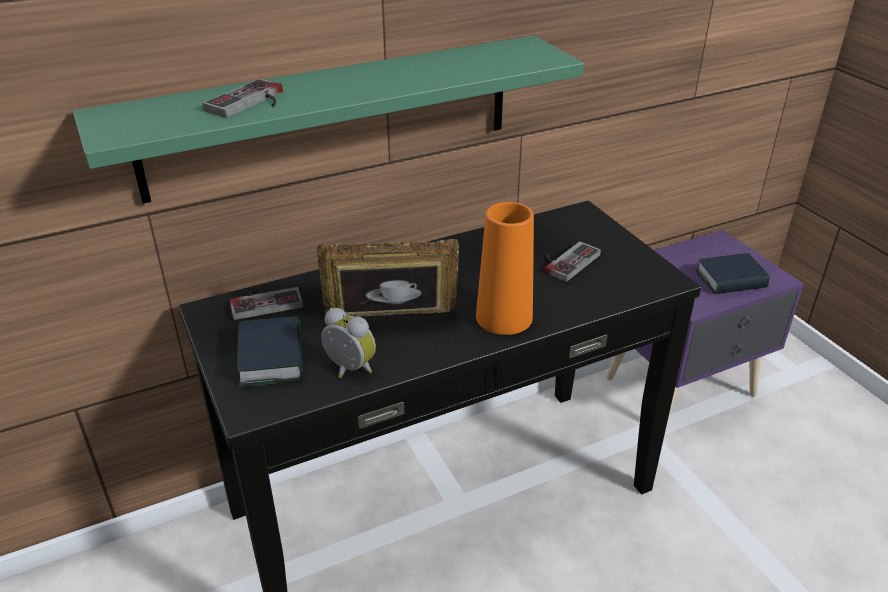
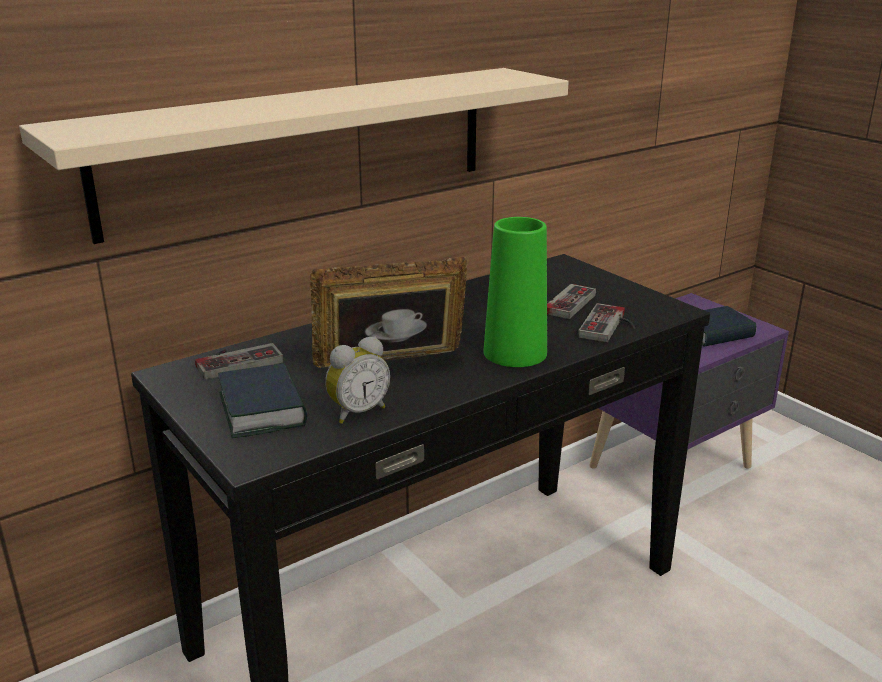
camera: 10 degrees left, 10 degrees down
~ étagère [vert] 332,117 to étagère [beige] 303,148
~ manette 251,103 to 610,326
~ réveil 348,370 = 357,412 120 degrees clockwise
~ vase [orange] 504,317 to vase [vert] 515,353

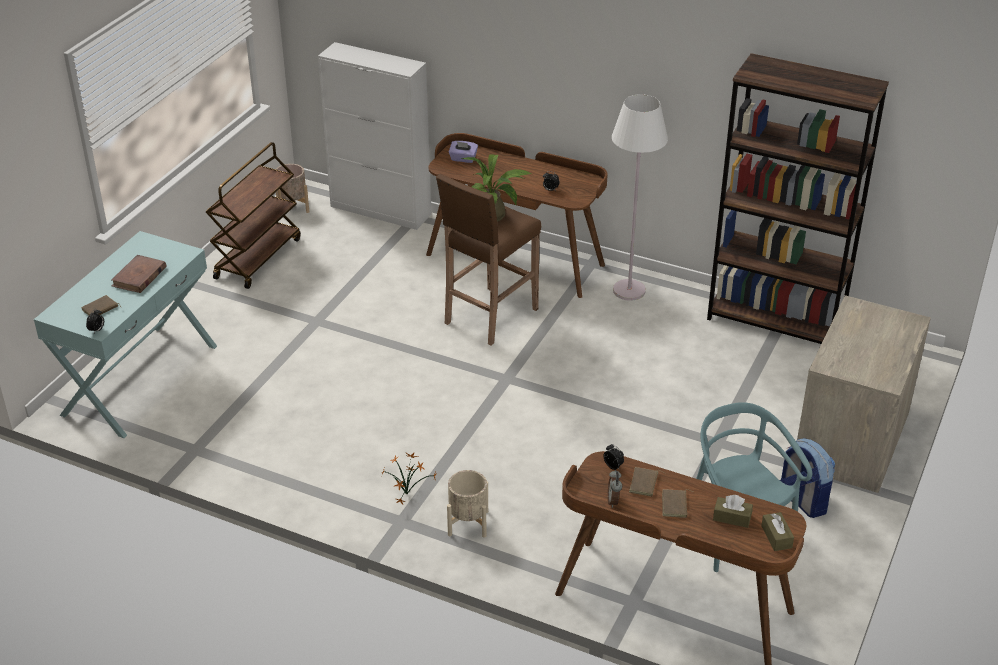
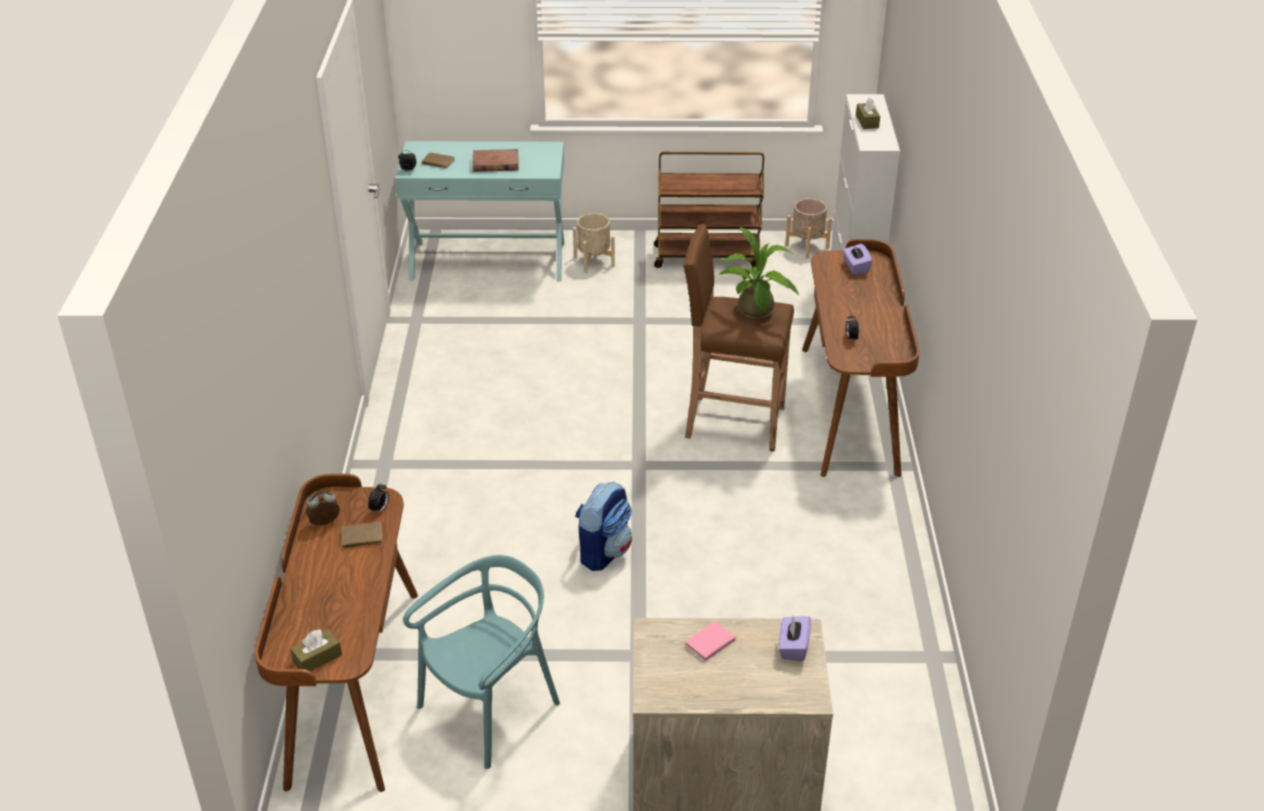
camera: 65 degrees right, 0 degrees up
- plante en pot 407,494
~ cache-pot [beige] 468,523 to 594,262
- lampadaire [blanc] 629,290
- livre [marron] 675,505
- bibliothèque [marron] 775,321
~ boîte à mouchoirs [marron] 732,517 to 867,121
~ sac à dos 801,501 to 604,551
+ livre [rose] 711,644
+ boîte à mouchoirs [violet] 793,647

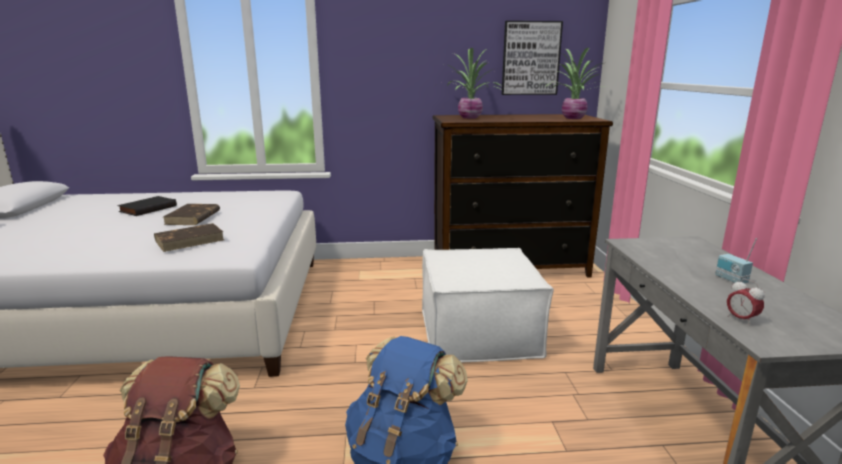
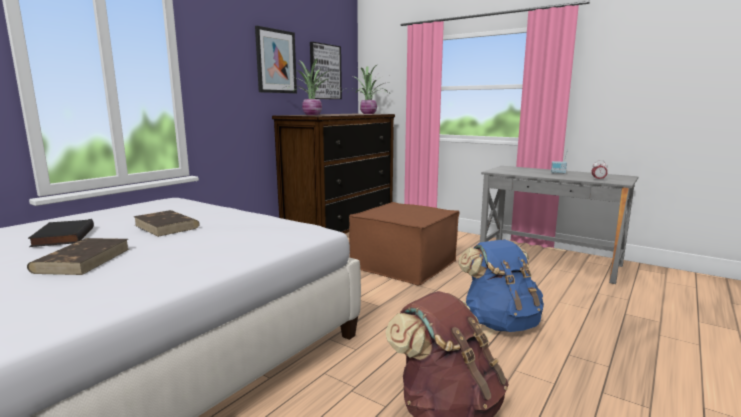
camera: 50 degrees left, 5 degrees down
~ livre [marron] 190,240 to 83,260
~ pouf [blanc] 478,333 to pouf [marron] 403,264
+ tableau 276,61

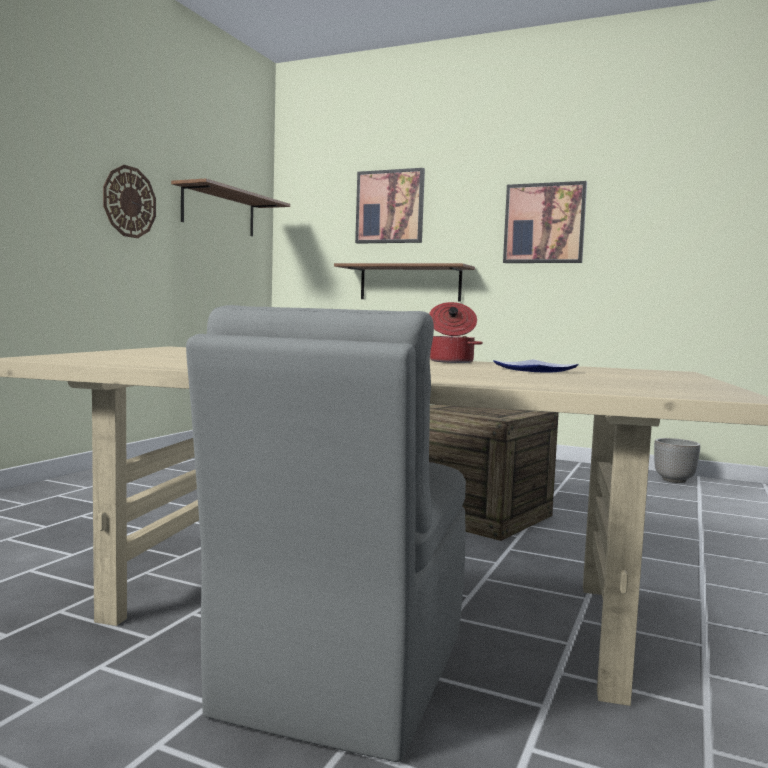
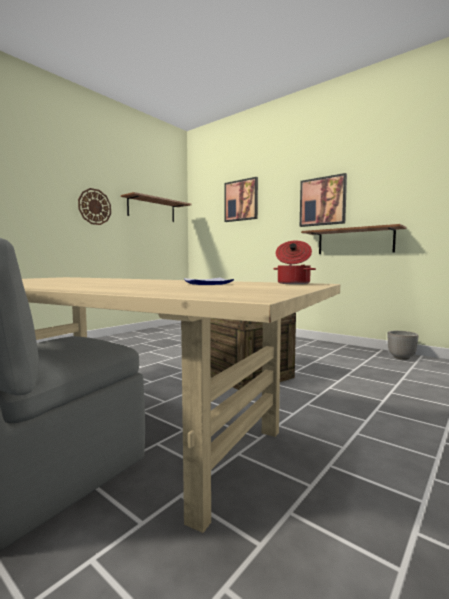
camera: 15 degrees right, 0 degrees up
~ étagère 410,283 to 354,241
~ marmite 450,361 to 293,283

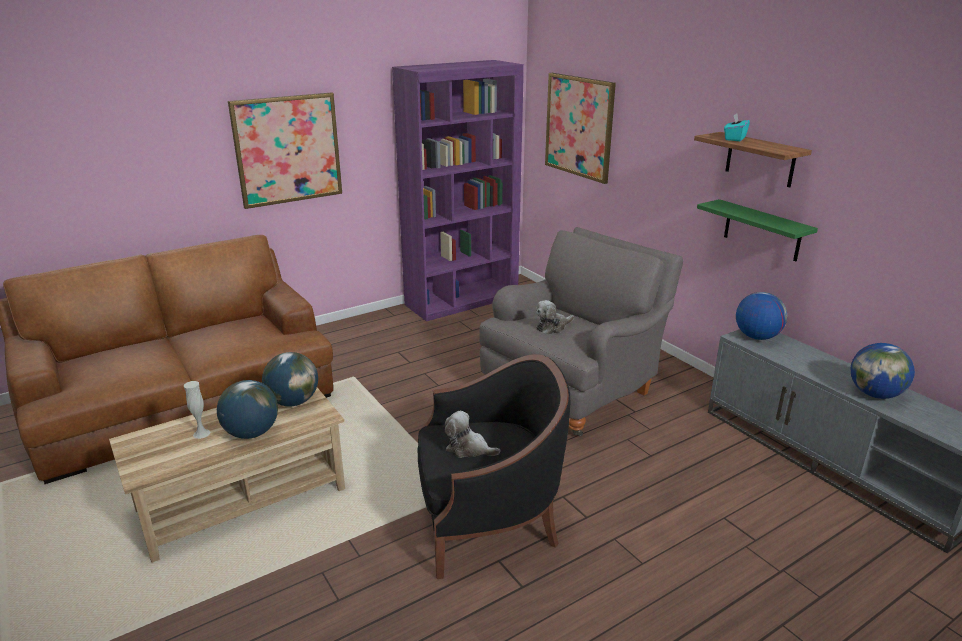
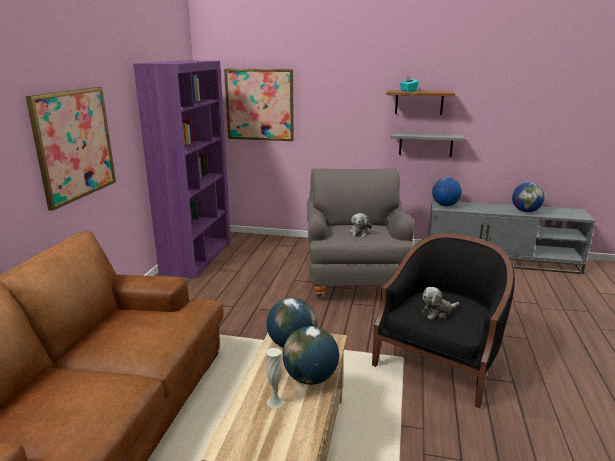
camera: 45 degrees left, 5 degrees down
~ étagère [vert] 762,230 to étagère [gris] 425,144

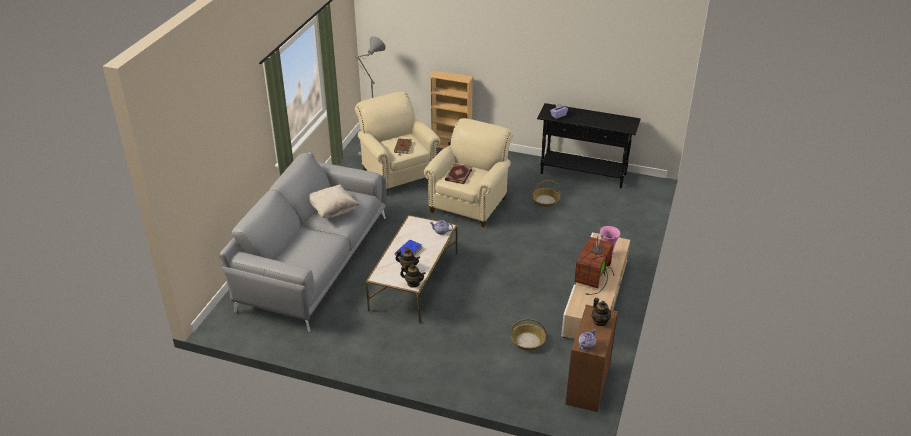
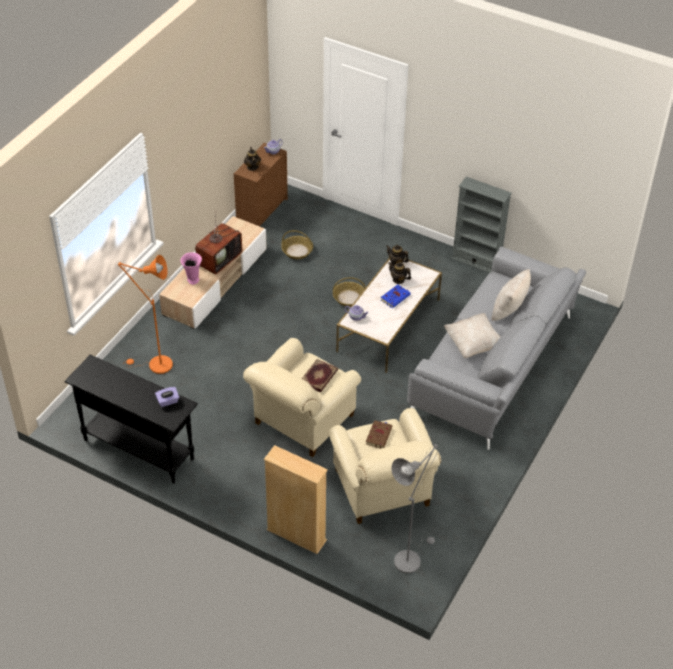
camera: 170 degrees left, 10 degrees up
~ panier 545,201 to 349,297
+ lampadaire [orange] 155,365
+ bibliothèque [gris] 476,262
+ coussin [beige] 509,310

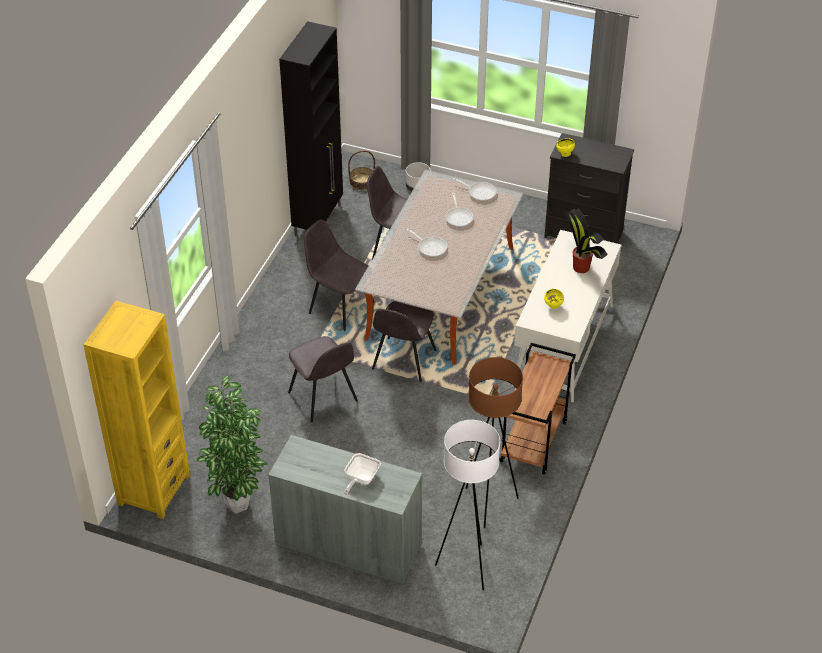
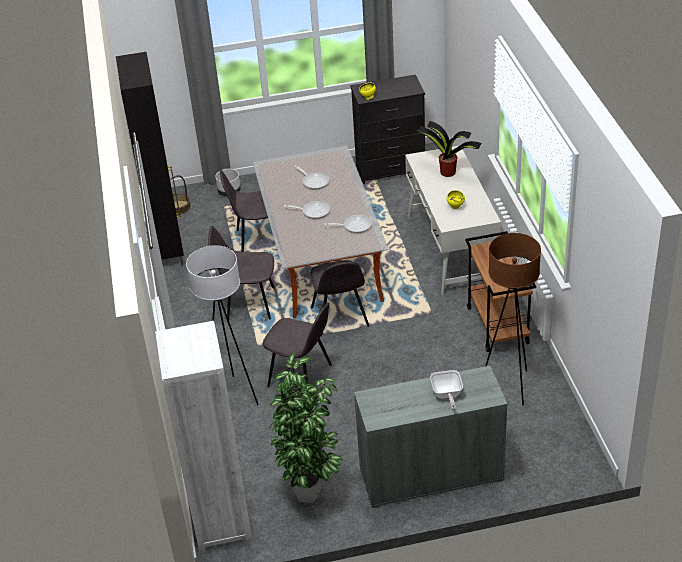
camera: 30 degrees left, 5 degrees down
~ bibliothèque [jaune] 153,489 to bibliothèque [blanc] 221,522
~ lampadaire [blanc] 466,567 to 233,396
~ poêle 479,192 to 354,226

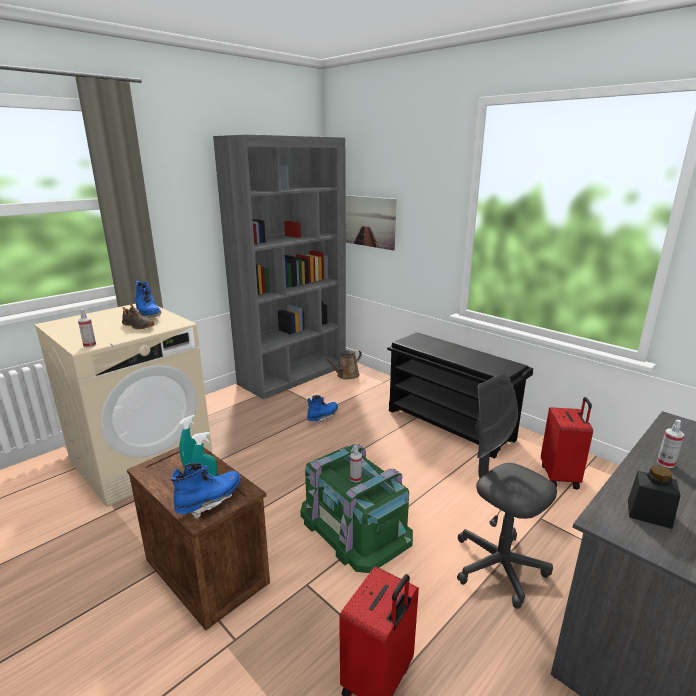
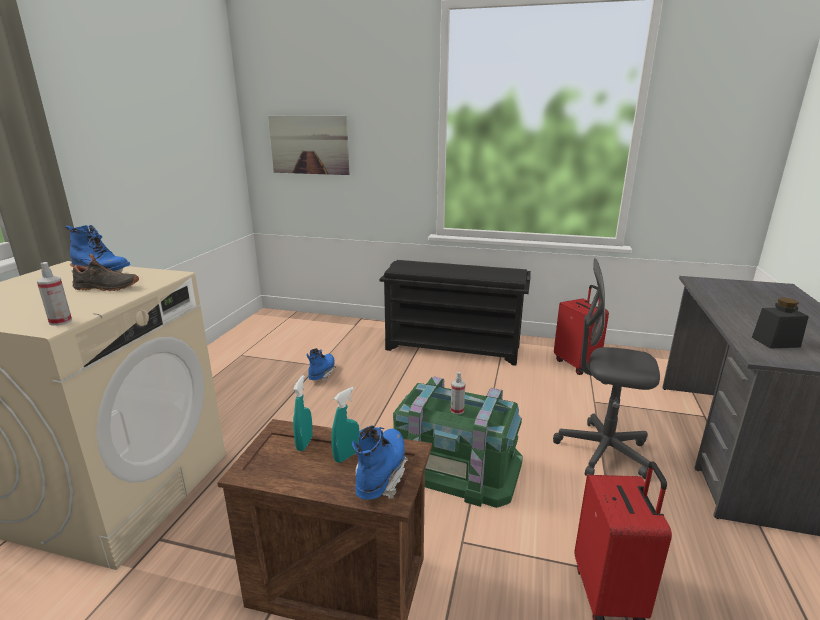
camera: 30 degrees left, 0 degrees up
- bibliothèque [gris] 293,375
- arrosoir [marron] 346,375
- vaporisateur 665,463

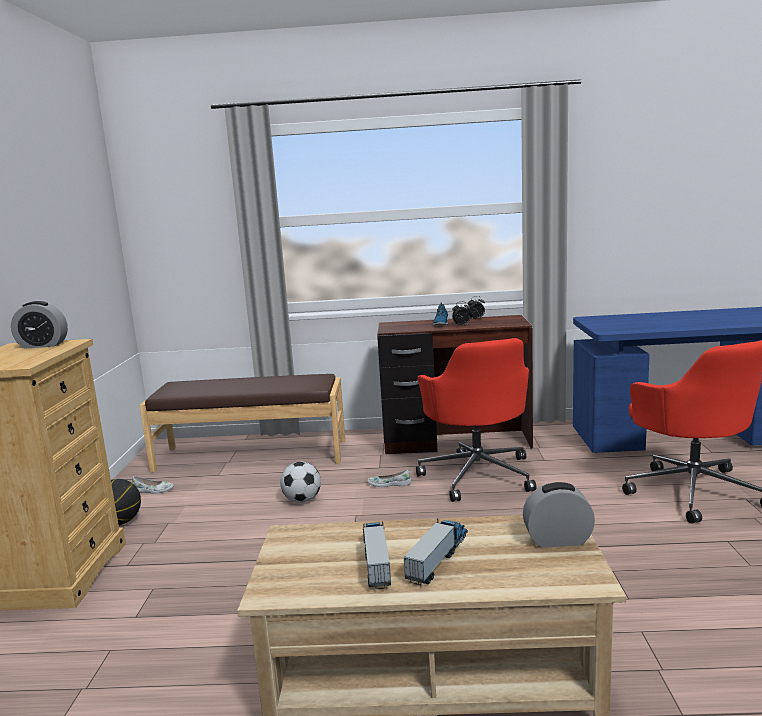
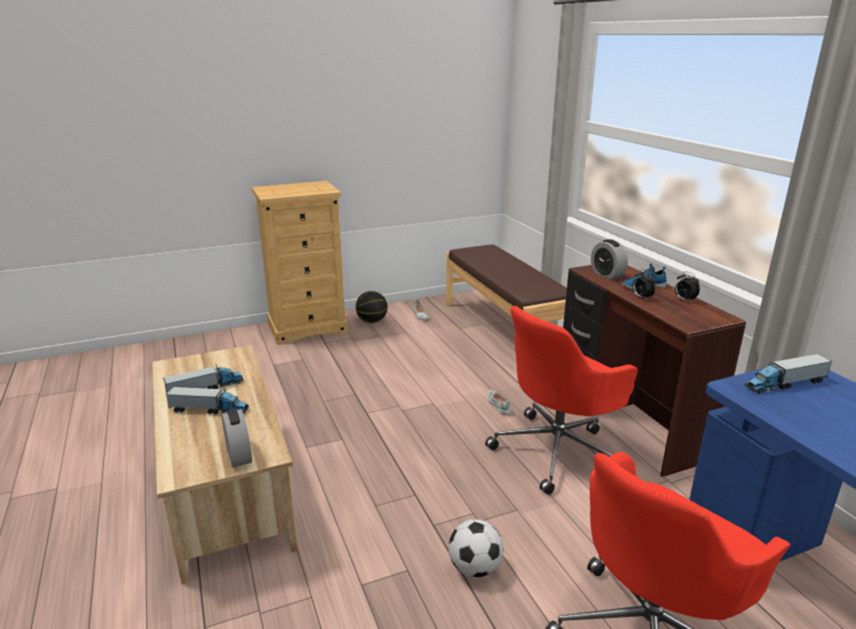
camera: 65 degrees right, 10 degrees up
~ réveil 43,345 to 607,274
~ ballon de foot 302,500 to 475,568
+ camion jouet 785,384

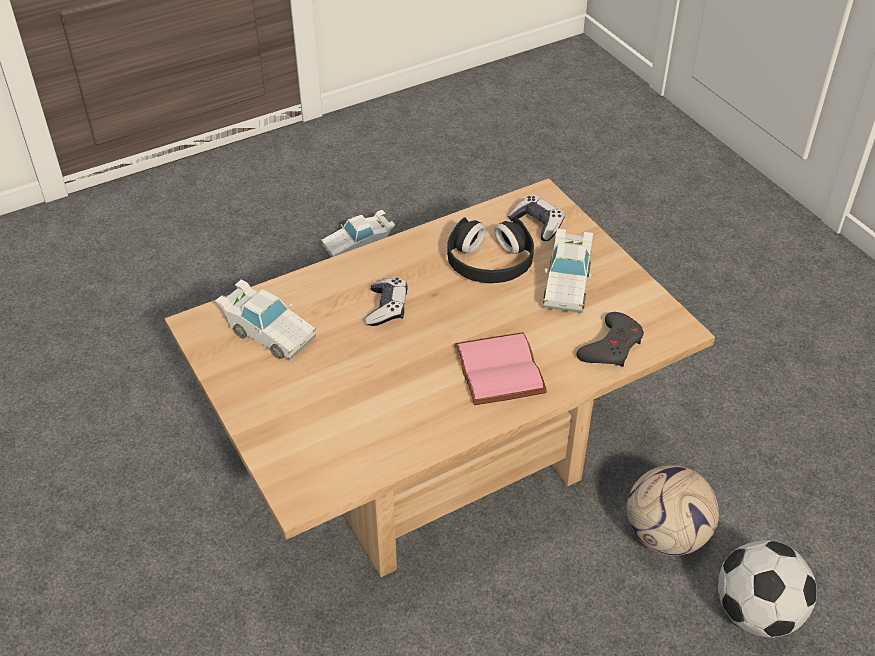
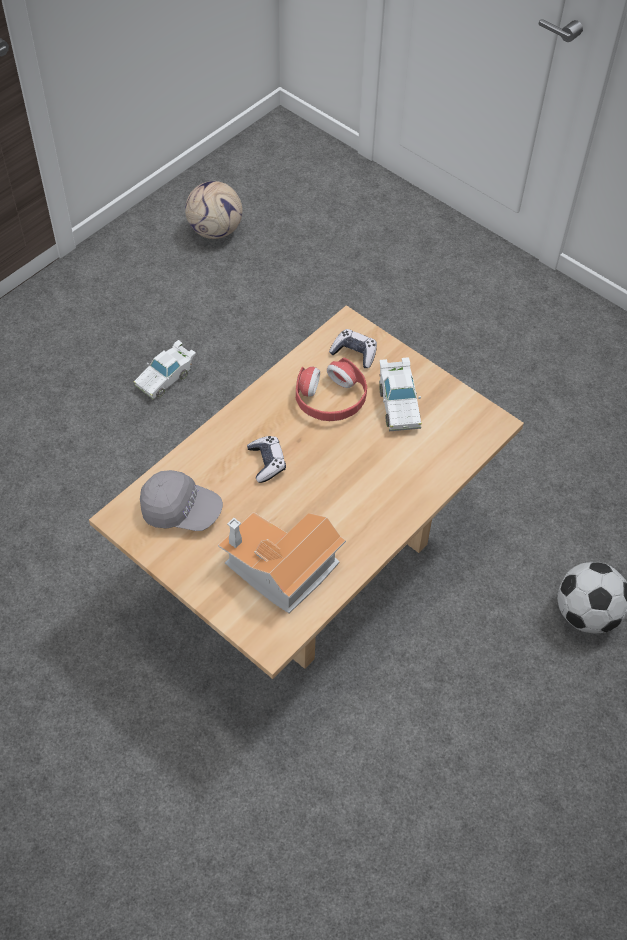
camera: 20 degrees left, 10 degrees up
~ petite voiture [blanc] 268,333 to casquette [gris] 181,510
~ casque audio [noir] 489,262 to casque audio [rouge] 330,398
- livre [rose] 502,371
- manette [gris] 611,346
~ ballon de foot 667,535 to 216,230
+ maison miniature 279,570

